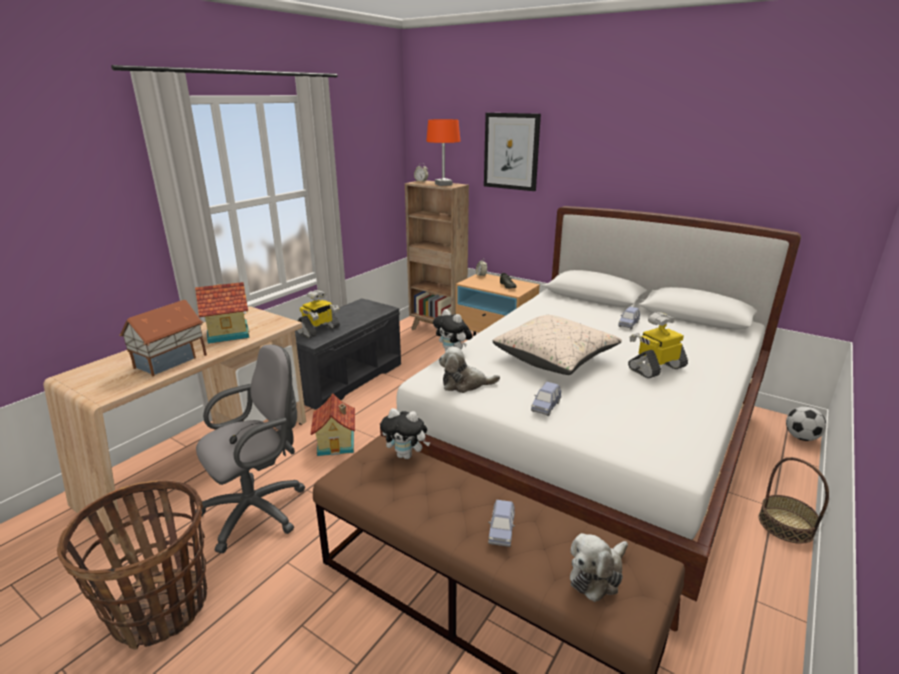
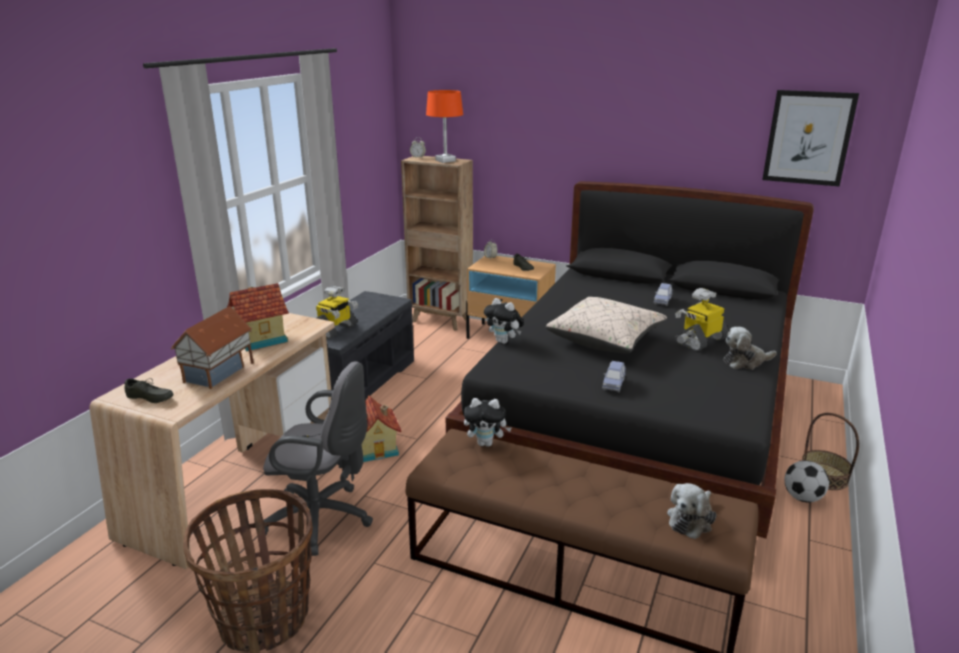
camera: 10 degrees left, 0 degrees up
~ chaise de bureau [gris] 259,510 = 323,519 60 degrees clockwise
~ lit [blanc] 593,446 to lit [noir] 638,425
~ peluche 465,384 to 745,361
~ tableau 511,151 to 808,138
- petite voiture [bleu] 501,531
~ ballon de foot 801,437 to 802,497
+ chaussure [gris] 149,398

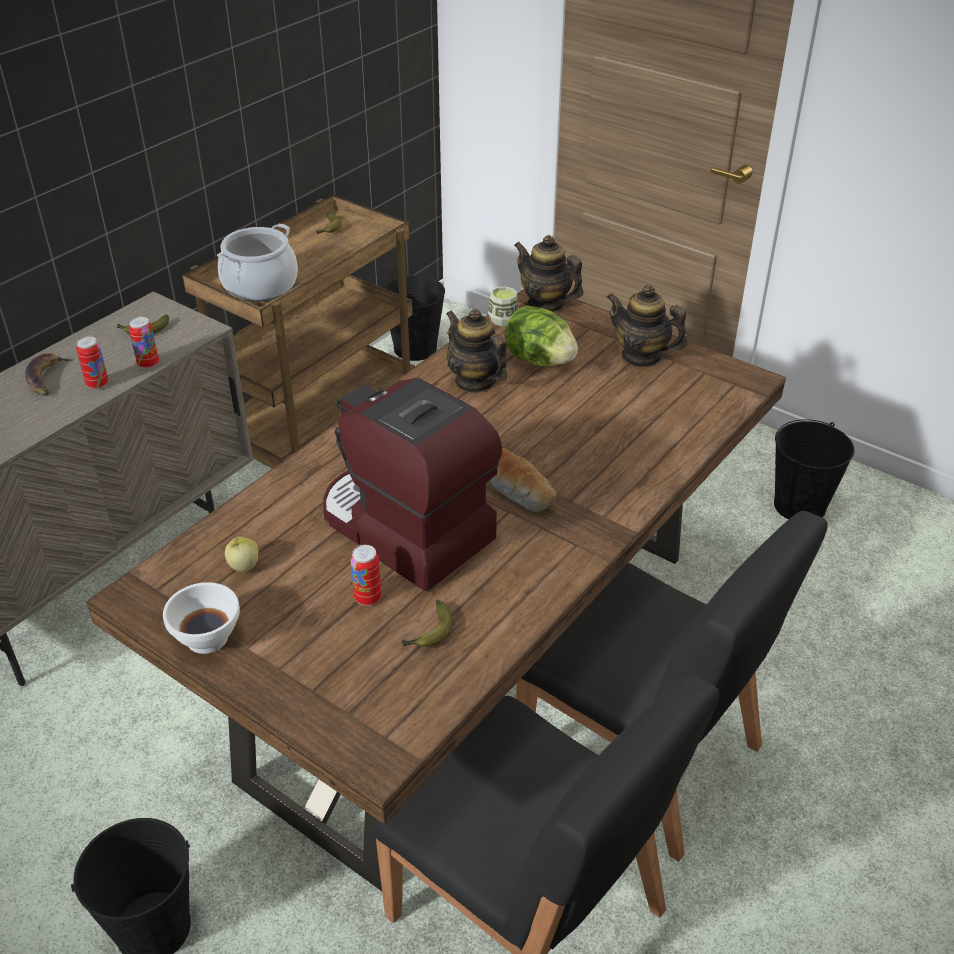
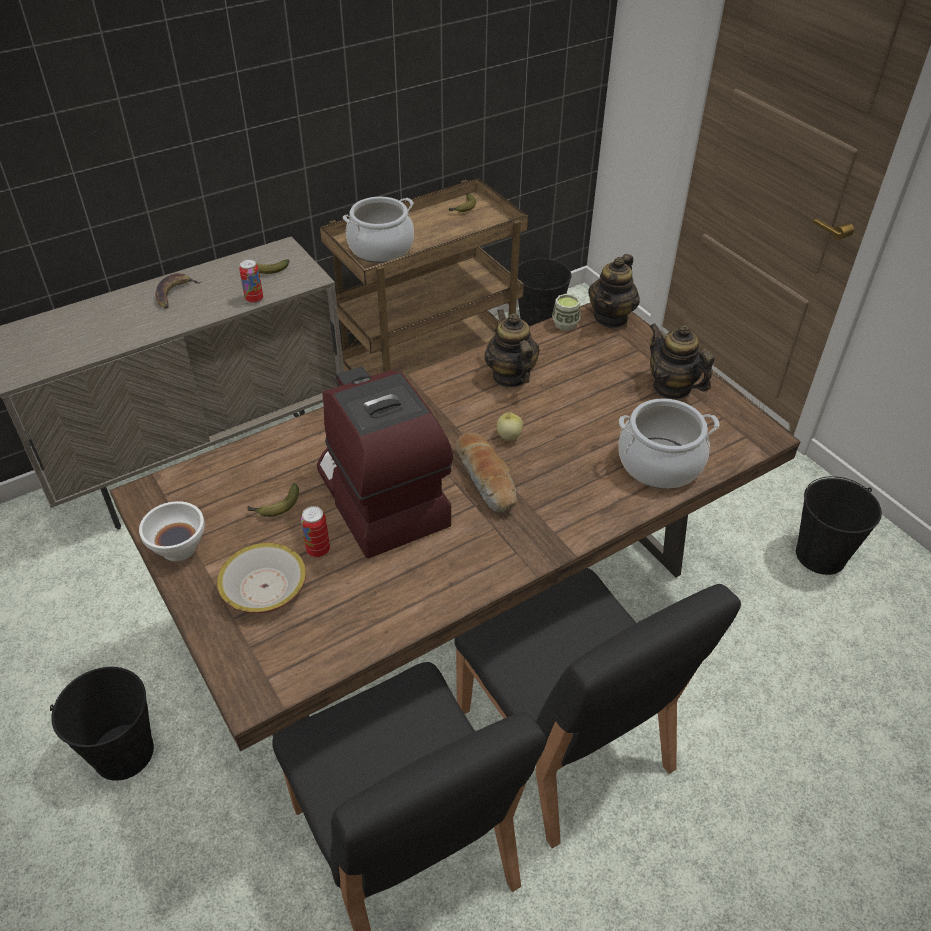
camera: 20 degrees right, 5 degrees up
- boîte métallique 97,384
~ pomme 243,566 to 508,436
~ banane 429,633 to 275,507
- laitue 539,361
~ théière 546,304 = 611,317 120 degrees counterclockwise
+ bol 264,587
+ marmite 660,464

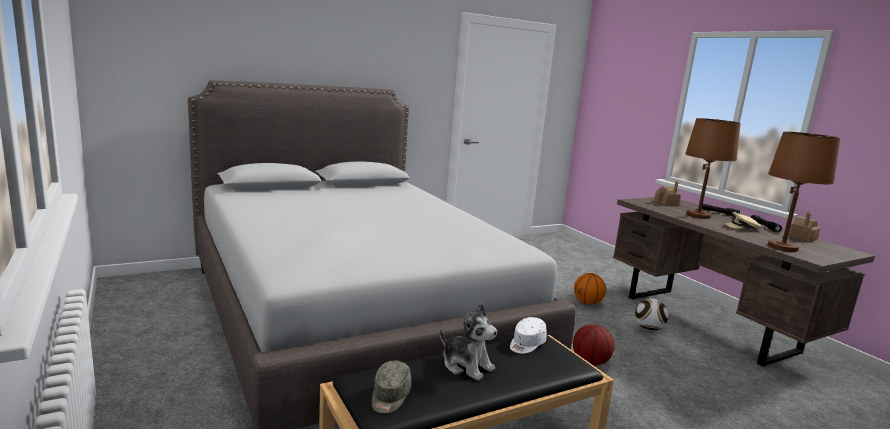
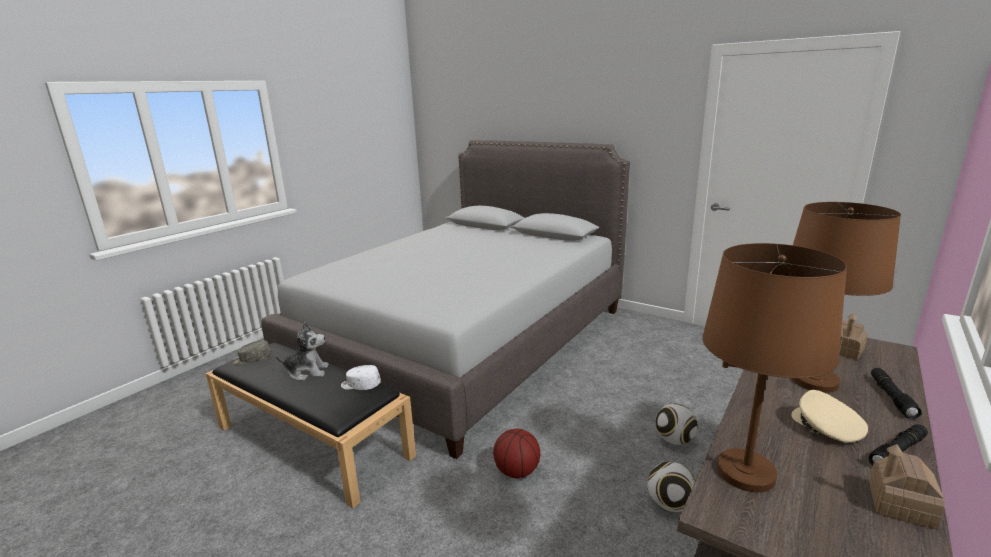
camera: 65 degrees right, 5 degrees up
~ peluche 466,366 = 307,372 105 degrees counterclockwise
~ ballon de basket 587,303 to ballon de foot 674,440

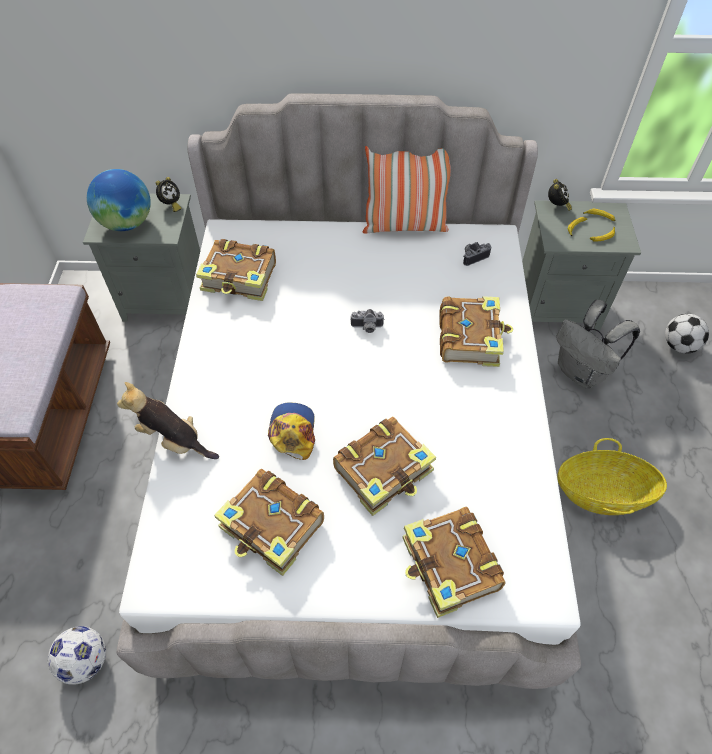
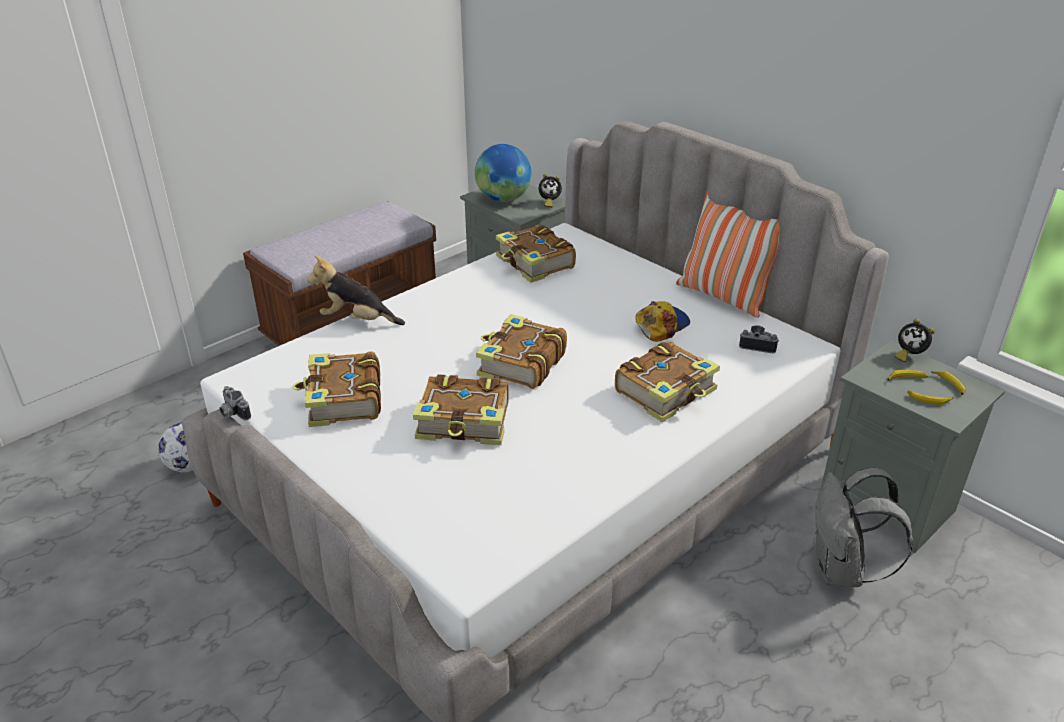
camera: 45 degrees right, 20 degrees down
~ peluche 174,440 = 357,320 60 degrees counterclockwise
~ casquette 293,432 to 661,325
~ appareil photo 367,328 to 232,413
~ livre 449,567 to 520,364
~ réveil 556,206 = 908,355 75 degrees clockwise
- panier 602,493
- ballon de foot 679,346

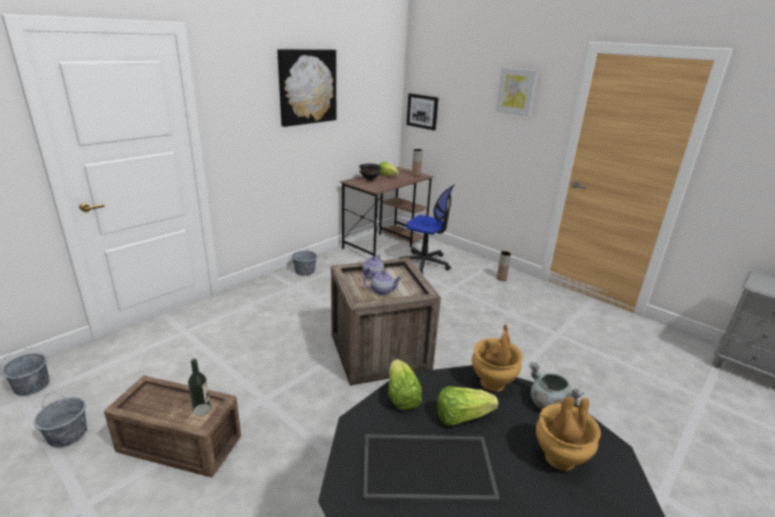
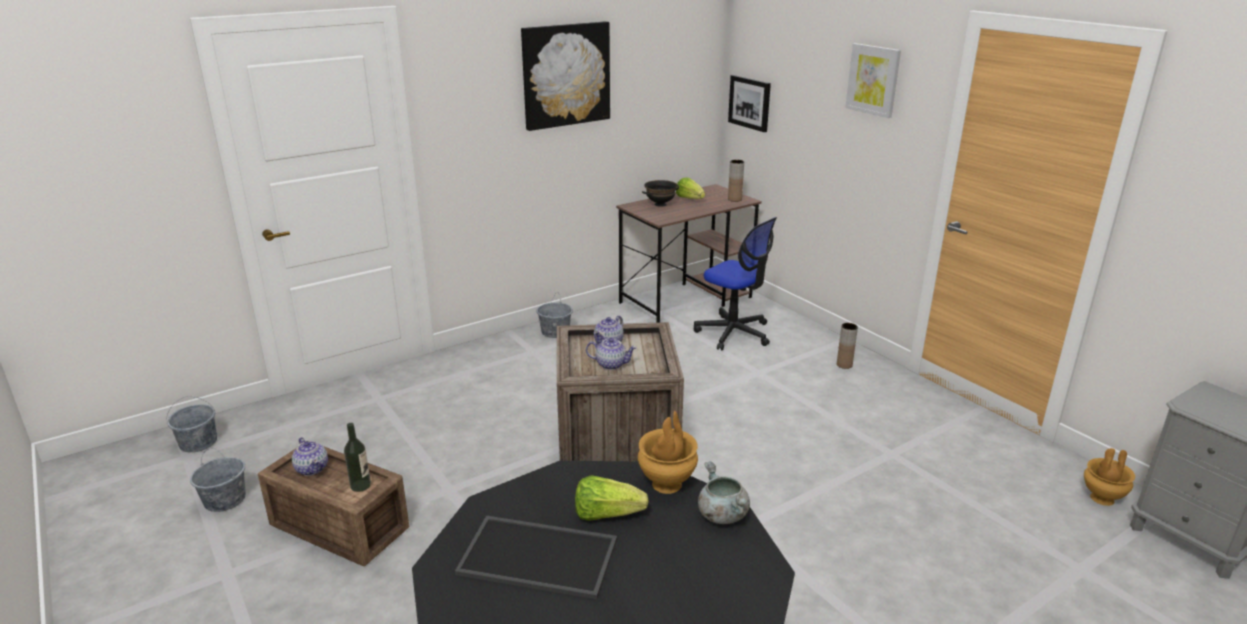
camera: 15 degrees right, 0 degrees up
- laitue 401,396
~ vase [marron] 559,458 to 1101,498
+ théière 312,468

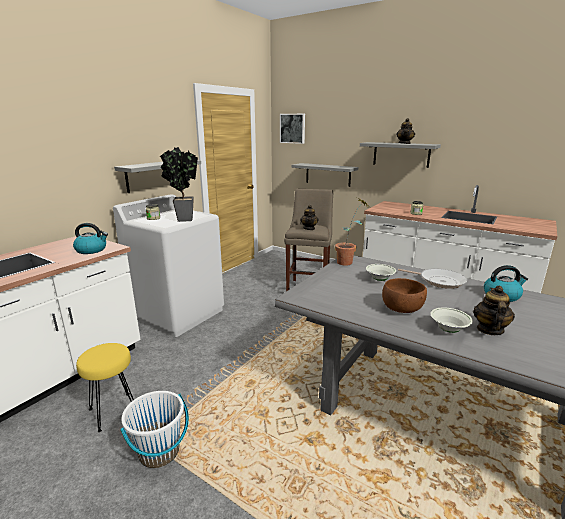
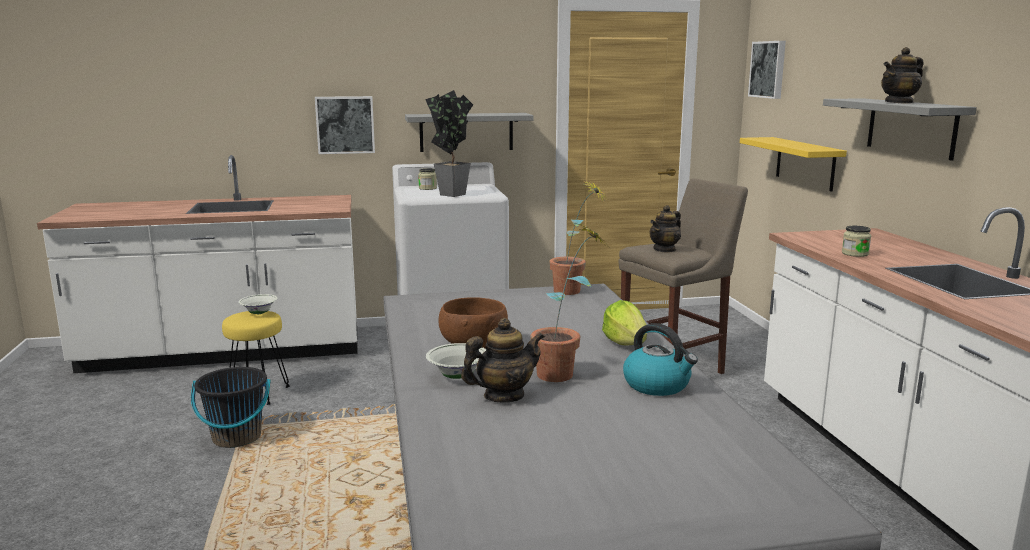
camera: 45 degrees right, 5 degrees down
- bouilloire 92,250
~ seau [blanc] 159,452 to seau [noir] 236,437
~ étagère [gris] 328,174 to étagère [jaune] 805,163
~ bol [blanc] 379,279 to 259,313
~ poêle 439,281 to laitue 625,343
+ tableau 345,124
+ plante en pot 566,373

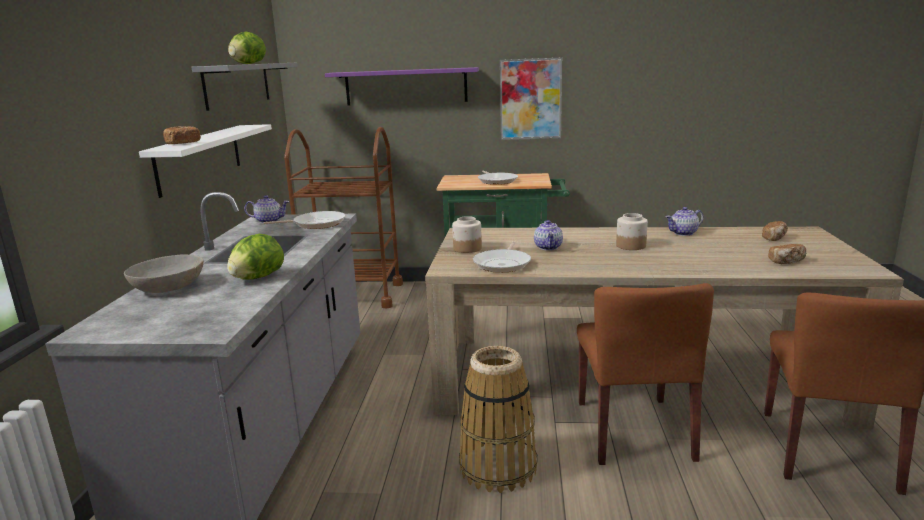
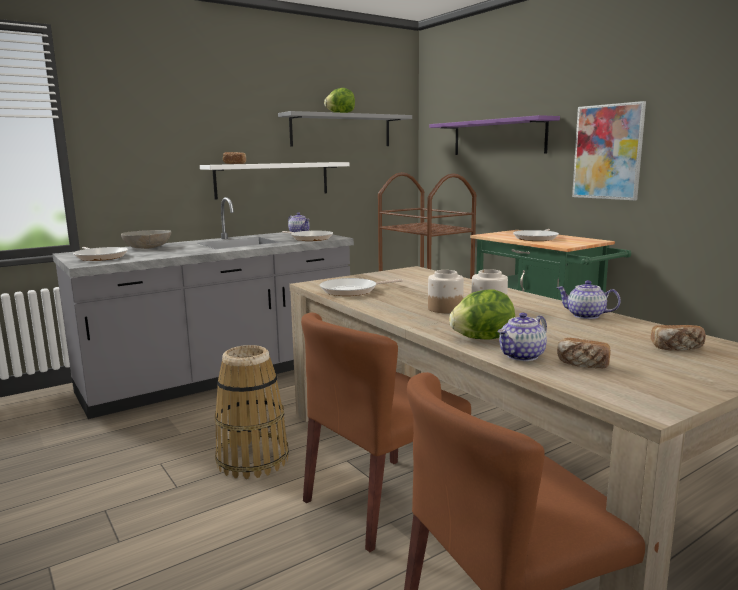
camera: 50 degrees right, 5 degrees down
~ laitue 257,278 to 482,339
~ bocal 467,249 to 444,309
~ théière 548,247 to 522,356
+ poêle 100,257

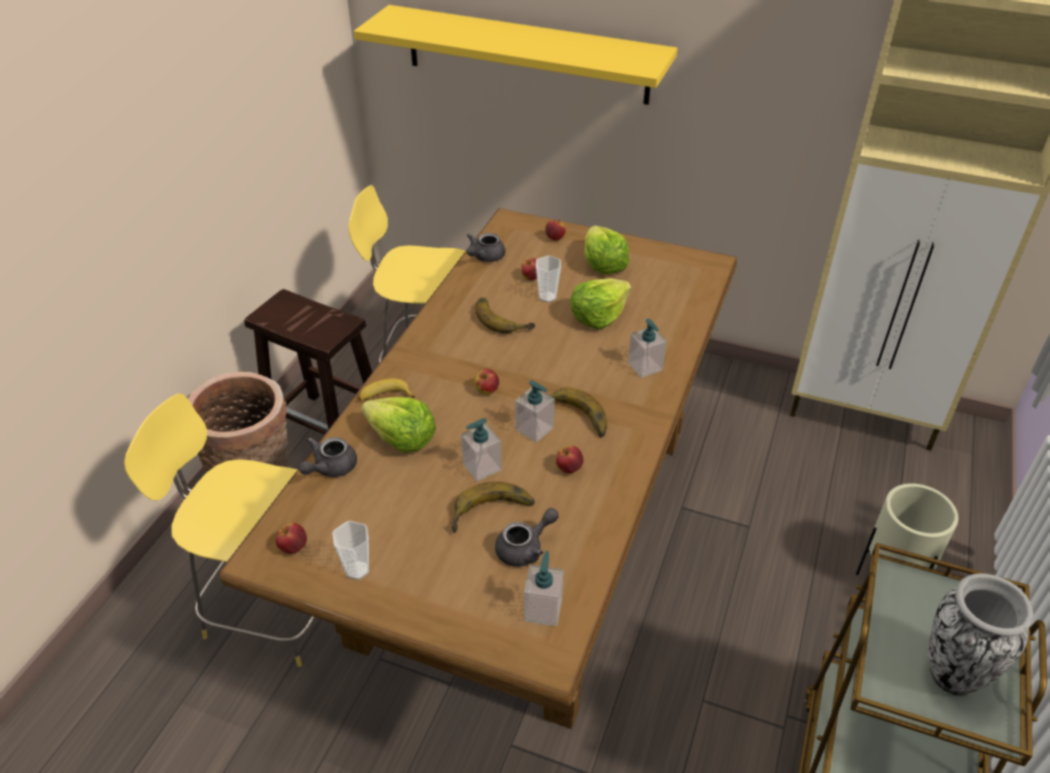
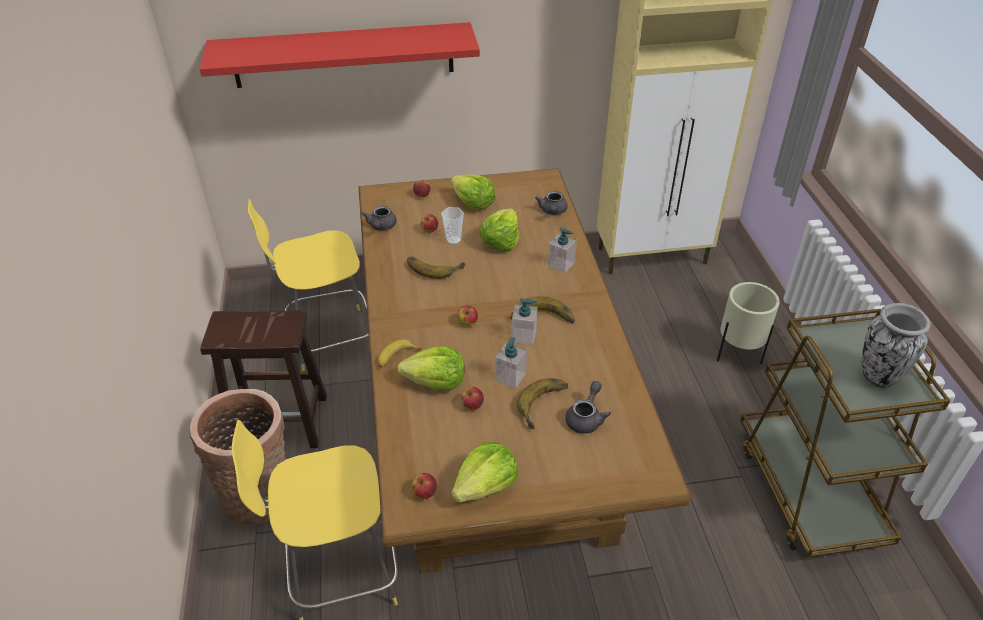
camera: 30 degrees left, 0 degrees up
~ théière [gris] 330,468 to 552,211
~ tasse 357,570 to laitue 486,486
~ étagère [jaune] 526,54 to étagère [rouge] 344,55
- distributeur de savon 543,610
~ pomme 569,468 to 472,405

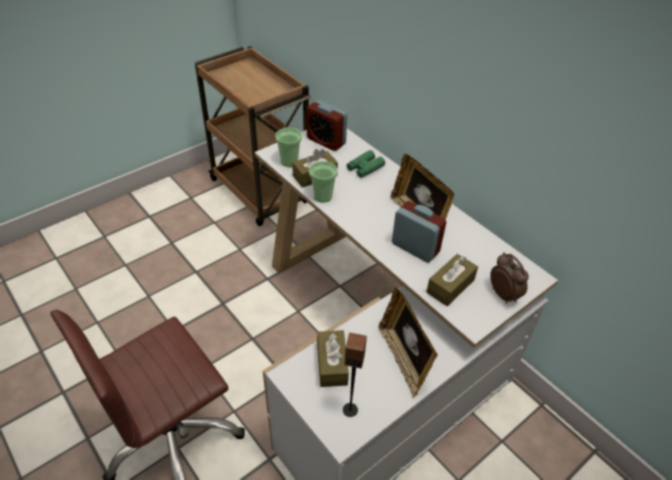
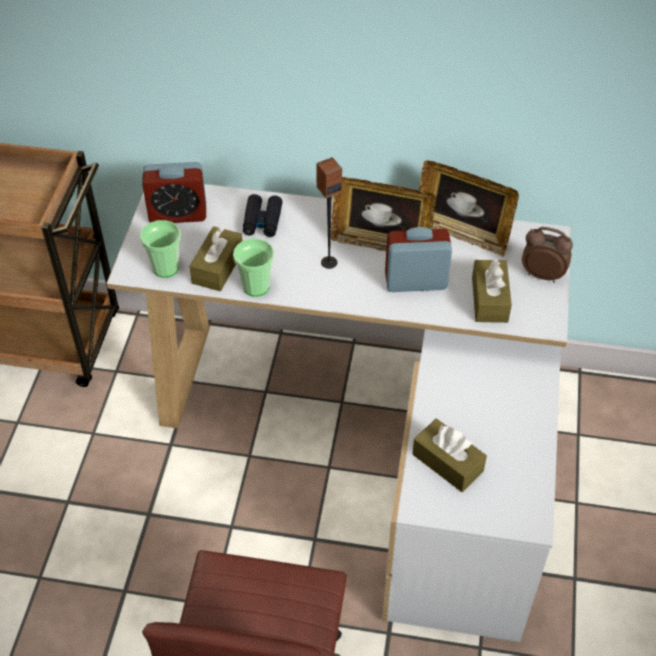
camera: 40 degrees left, 5 degrees up
~ enceinte 350,409 to 329,262
~ jumelles [vert] 365,168 to jumelles [noir] 262,221
~ cadre photo 403,359 to 462,233

